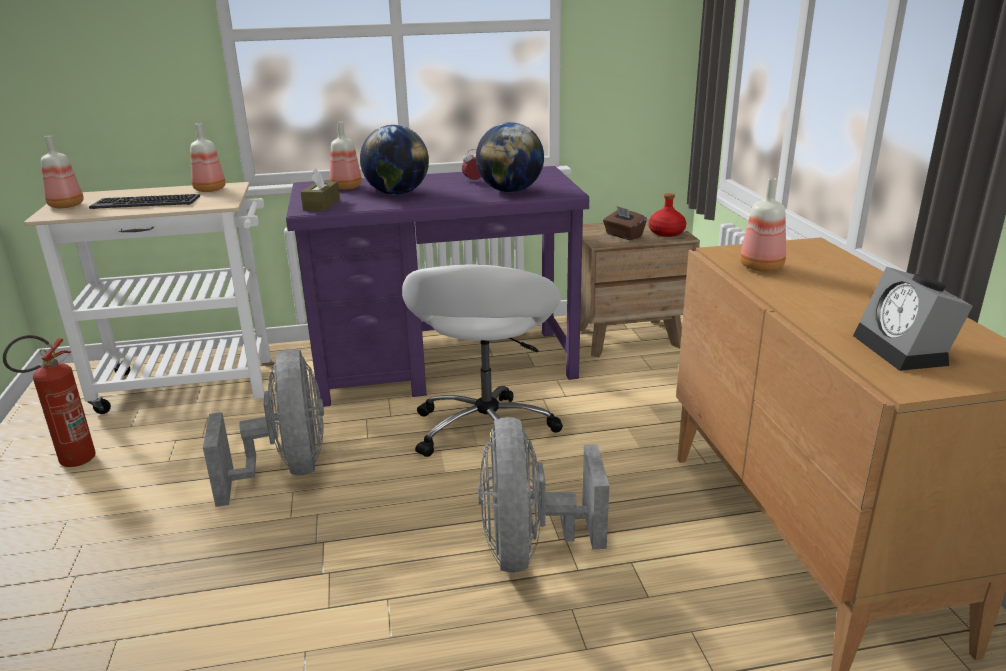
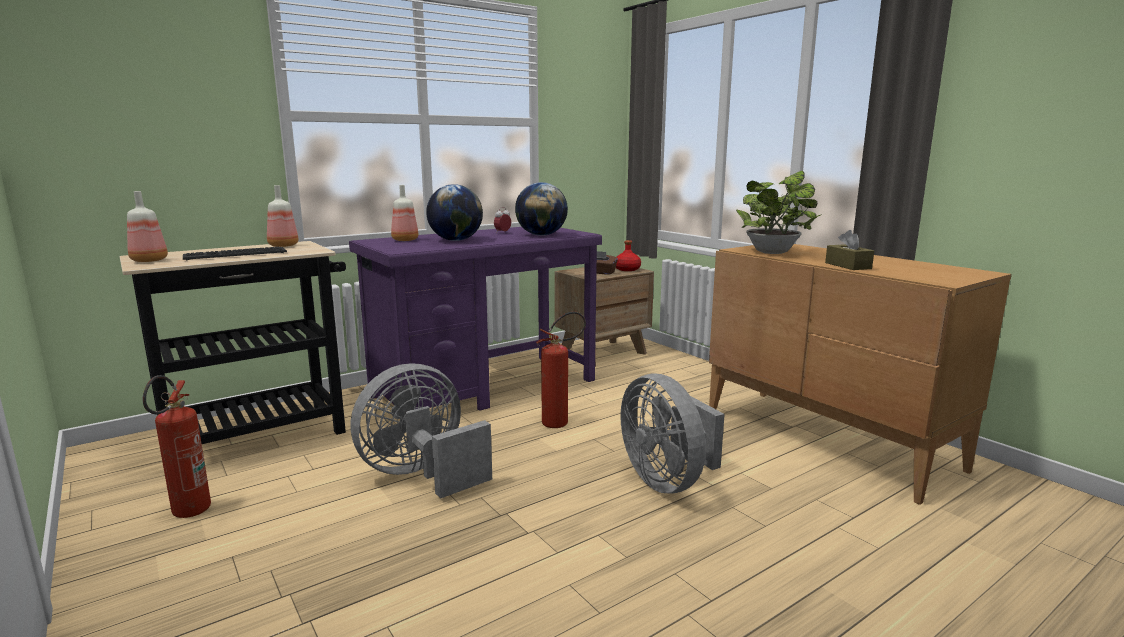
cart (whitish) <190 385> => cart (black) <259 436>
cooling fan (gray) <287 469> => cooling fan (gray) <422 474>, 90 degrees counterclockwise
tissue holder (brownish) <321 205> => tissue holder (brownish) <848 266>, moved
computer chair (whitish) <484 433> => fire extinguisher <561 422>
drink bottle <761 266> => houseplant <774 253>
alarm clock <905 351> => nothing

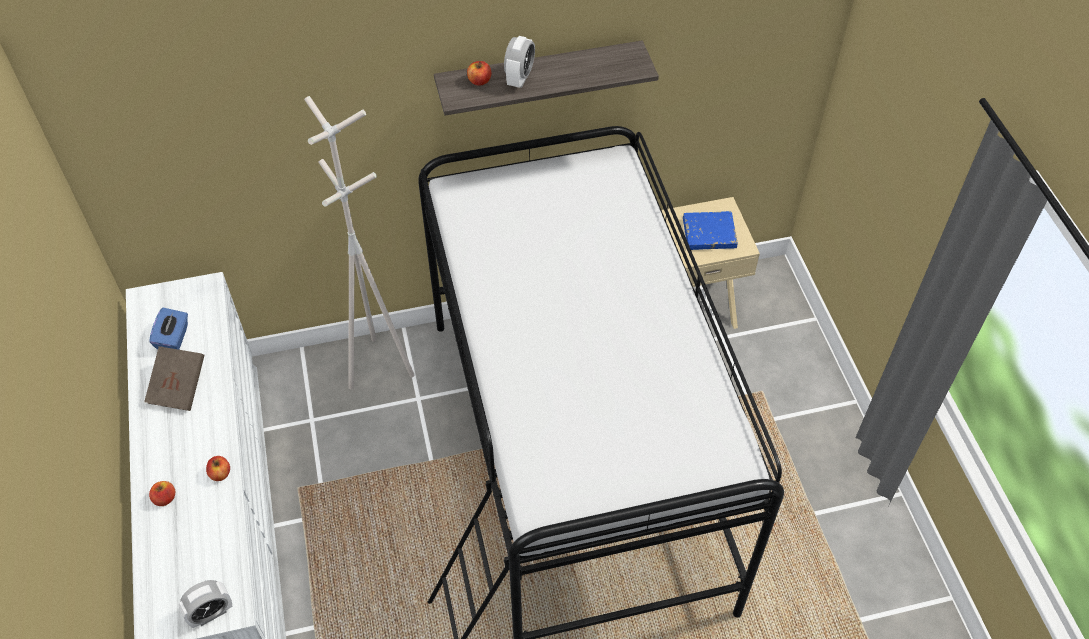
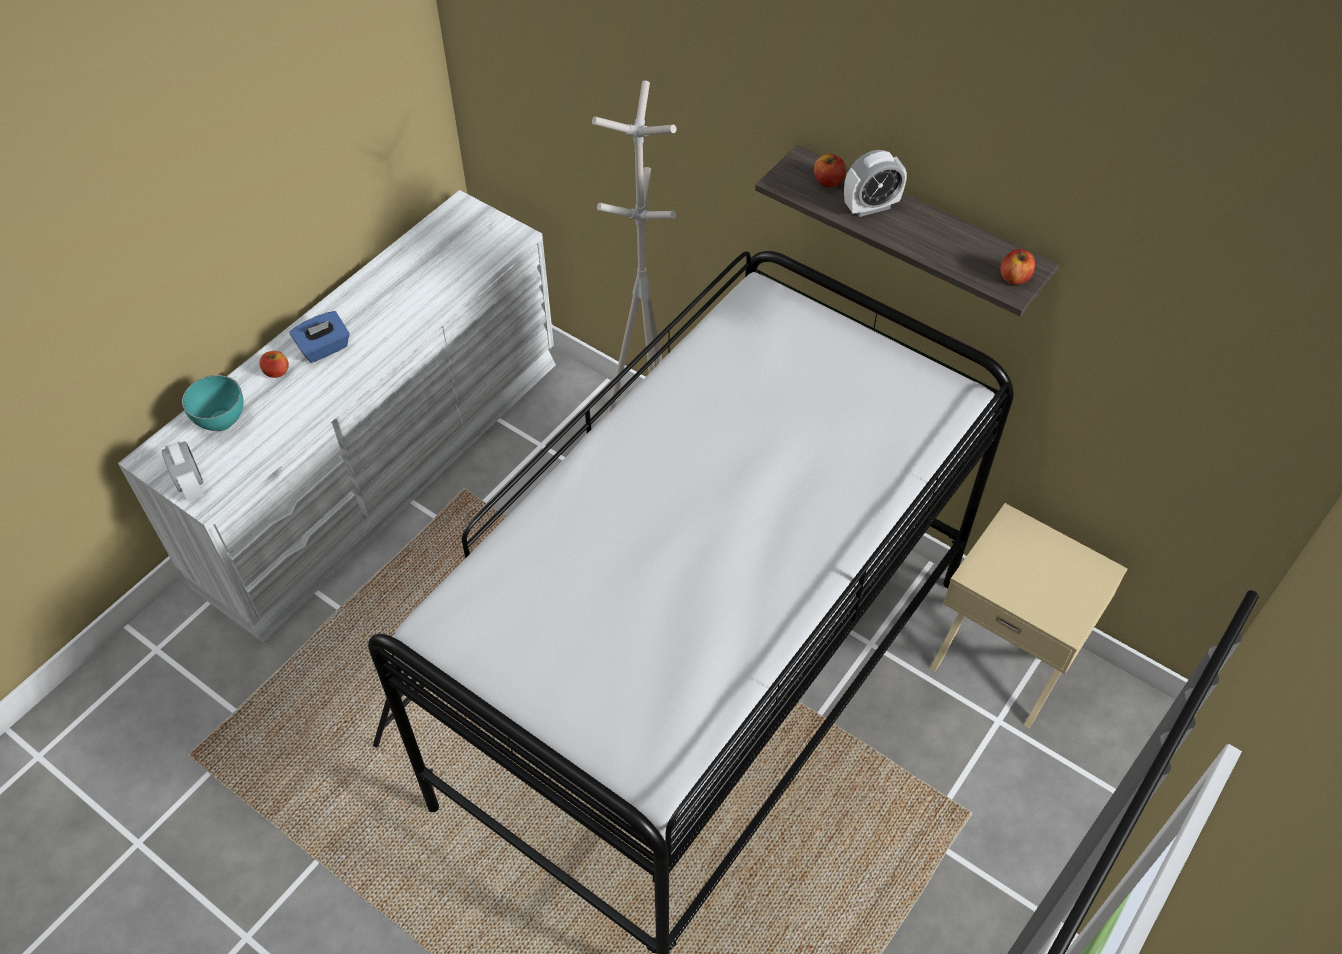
volume (brownish) <179 387> => nothing
tissue holder (bluish) <173 338> => tissue holder (bluish) <324 348>, moved
alarm clock <211 613> => alarm clock <192 486>, 135 degrees counterclockwise
apple <220 473> => apple <1014 278>, moved
volume (bluish) <709 233> => nothing
nothing => bowl (turquoise) <222 424>

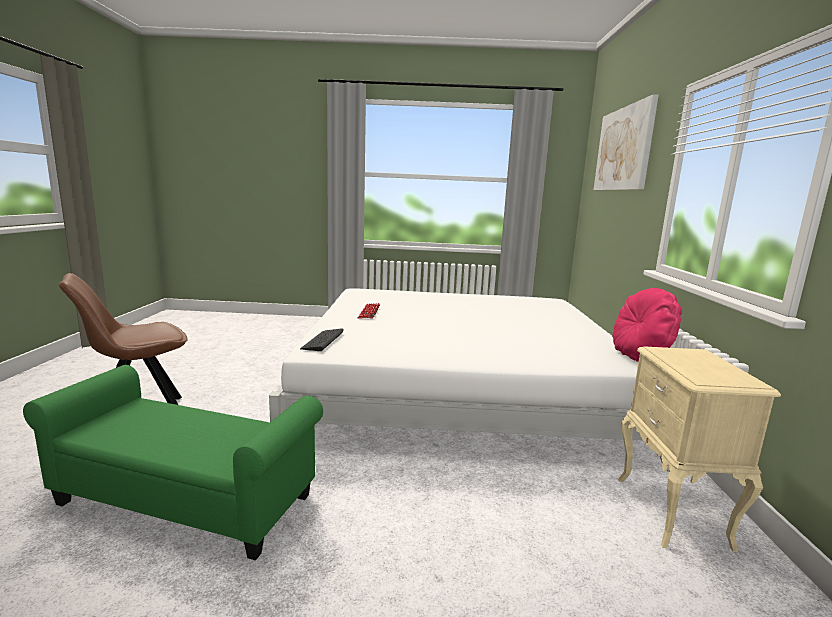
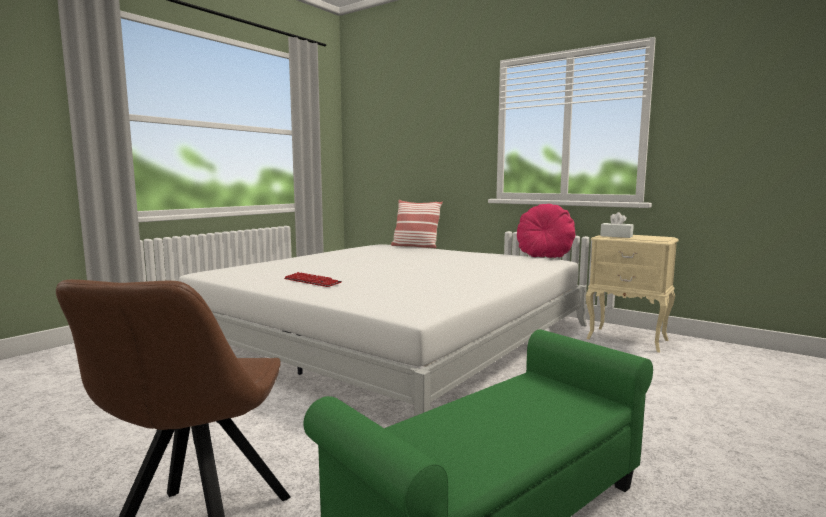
PC keyboard <322 341> => nothing
wall picture <623 149> => nothing
nothing => pillow <415 246>
nothing => tissue holder (whitish) <616 236>

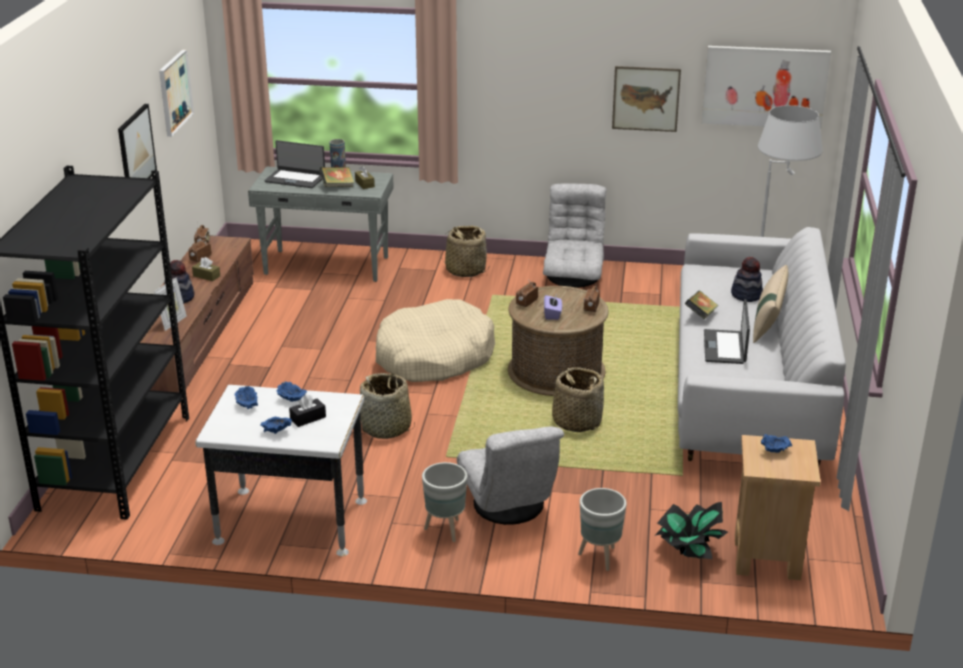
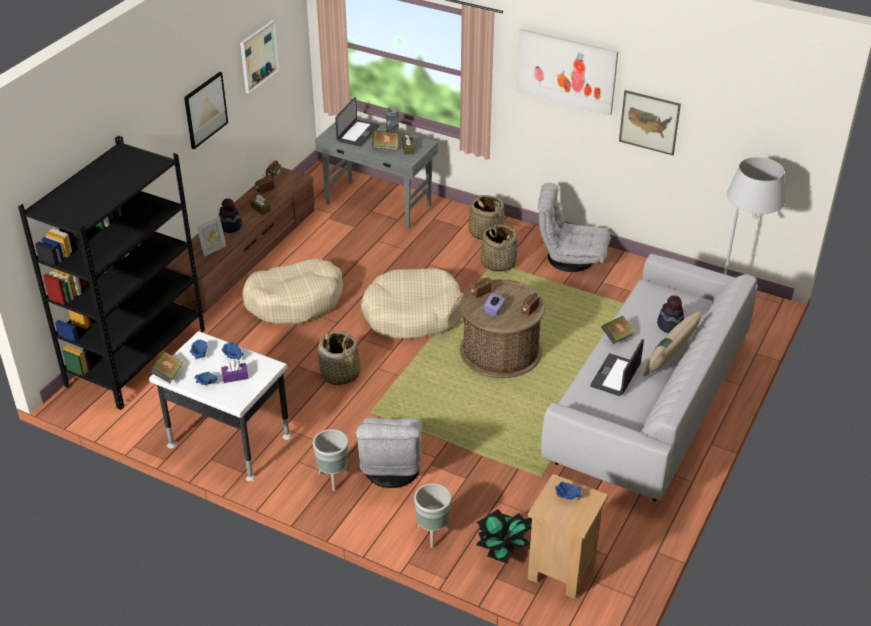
notebook computer <295 179> => notebook computer <357 133>, 105 degrees counterclockwise
tissue holder (black) <308 418> => tissue holder (purplish) <235 376>
easy chair (gray) <574 277> => easy chair (gray) <571 258>, 105 degrees counterclockwise
basket <576 421> => basket <498 263>, moved
wall picture <764 86> => wall picture <566 71>, moved
nothing => volume <168 375>
nothing => dog bed (beige-coloured) <295 301>

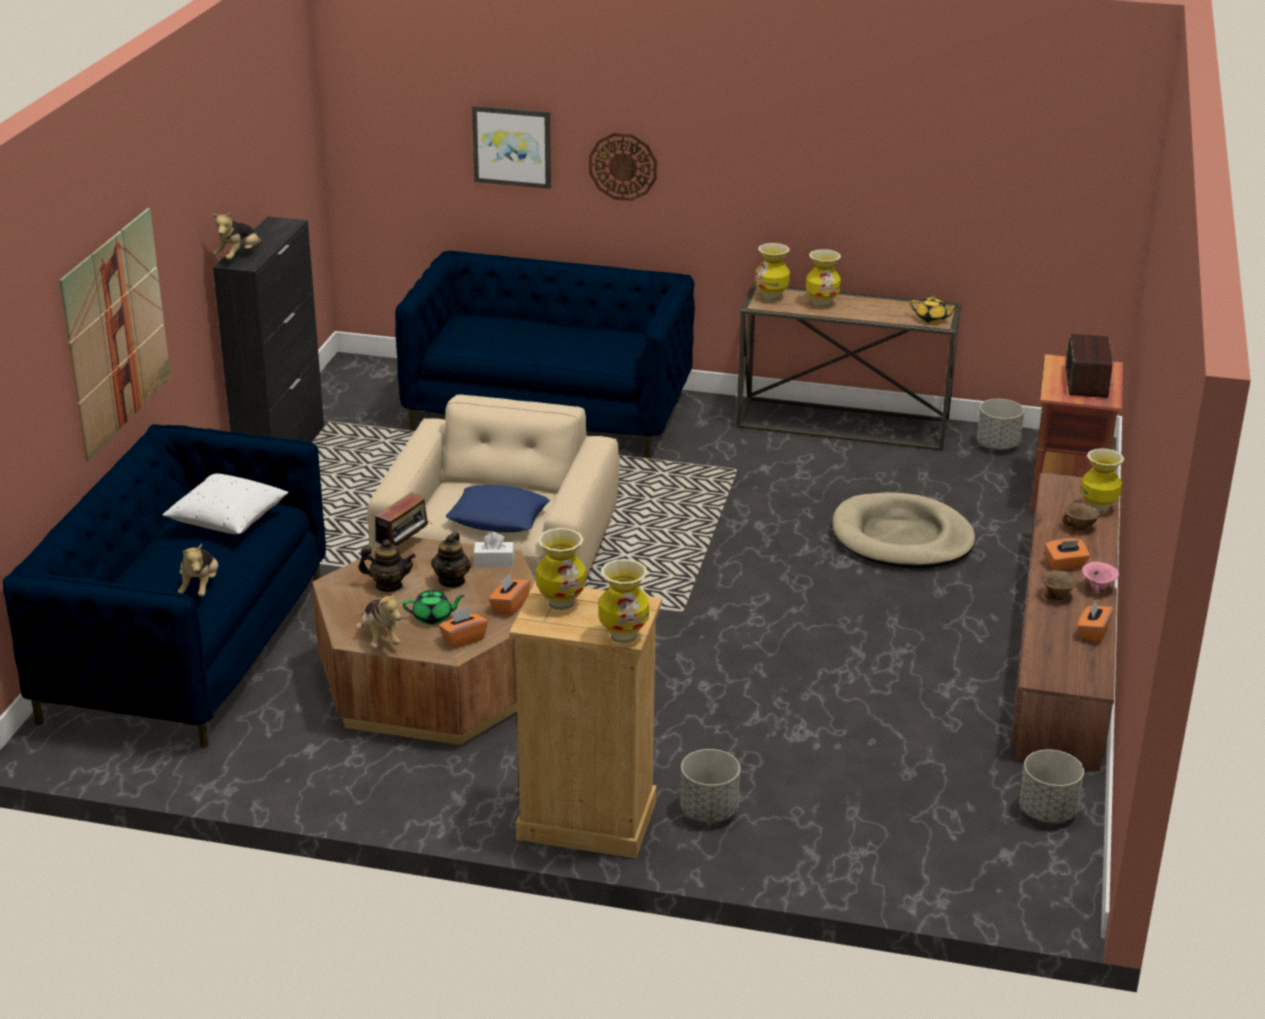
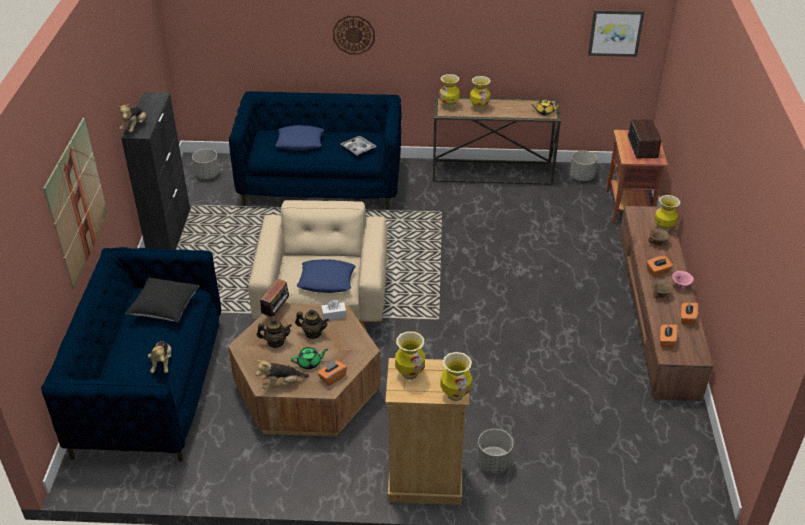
pillow (whitish) <228 520> => pillow (black) <164 308>
plush toy <380 638> => plush toy <281 384>, 105 degrees clockwise
tea pot <452 581> => tea pot <313 333>, 75 degrees counterclockwise
wall picture <512 146> => wall picture <615 32>, moved
tissue holder (orange) <509 606> => tissue holder (orange) <666 341>, moved
dog bed (beige-coloured) <902 538> => nothing
planter (gray) <1047 811> => planter (gray) <207 175>, moved
nothing => pillow (bluish) <300 142>
nothing => tray <358 148>

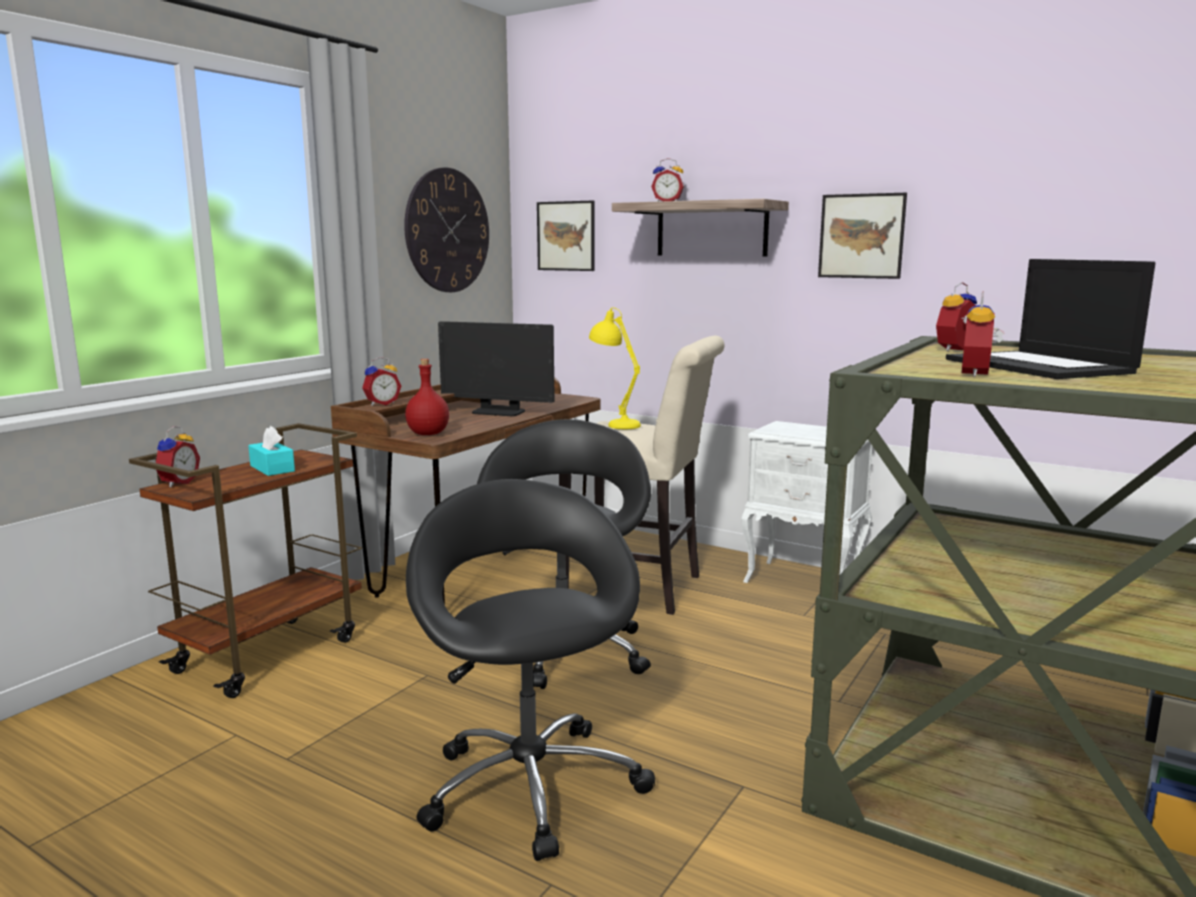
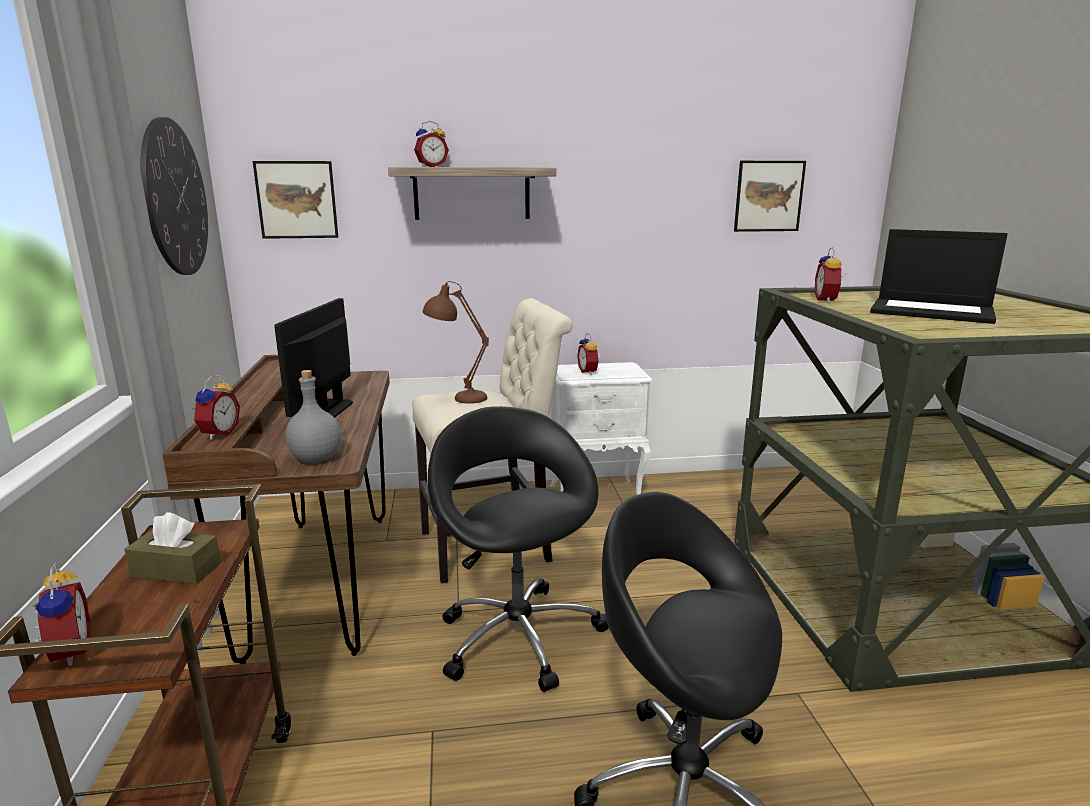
tissue holder (turquoise) <272 468> => tissue holder (brownish) <176 570>
drink bottle (red) <427 434> => drink bottle (gray) <316 459>
monitor <498 412> => monitor <327 409>, 120 degrees clockwise
table lamp (yellow) <615 423> => table lamp (brownish) <457 397>
wall picture <861 236> => wall picture <768 196>, moved
alarm clock <979 374> => alarm clock <589 372>, moved

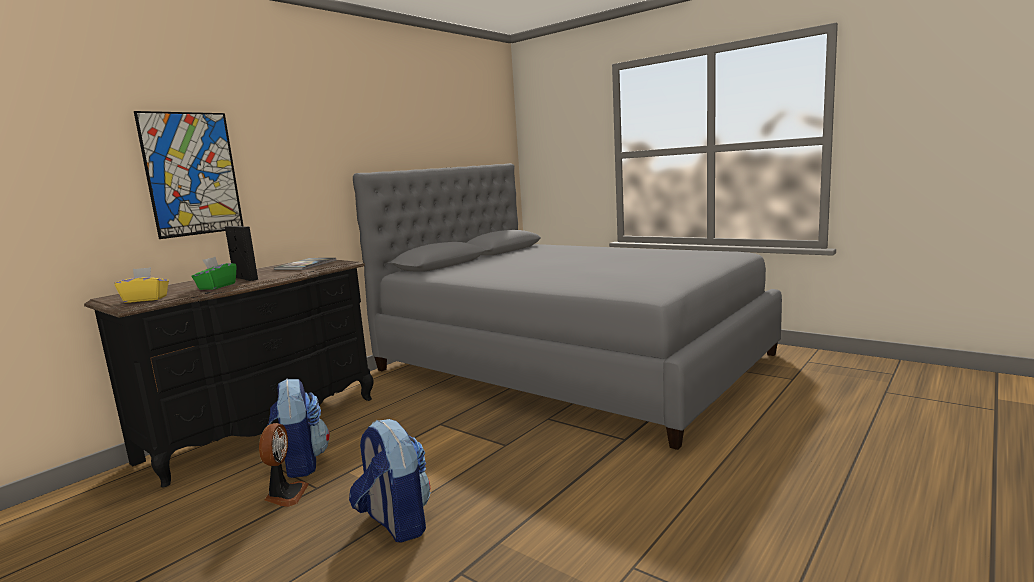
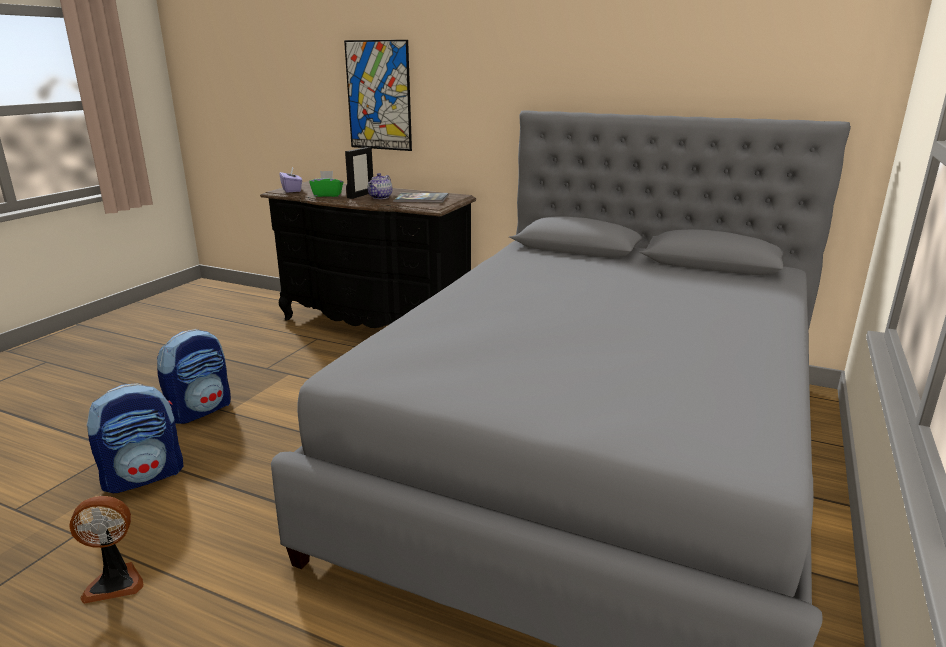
tissue holder (yellow) <146 299> => tissue holder (purplish) <292 190>
cooling fan <285 495> => cooling fan <115 582>, moved
knapsack <300 463> => knapsack <144 476>, moved
nothing => tea pot <380 197>

